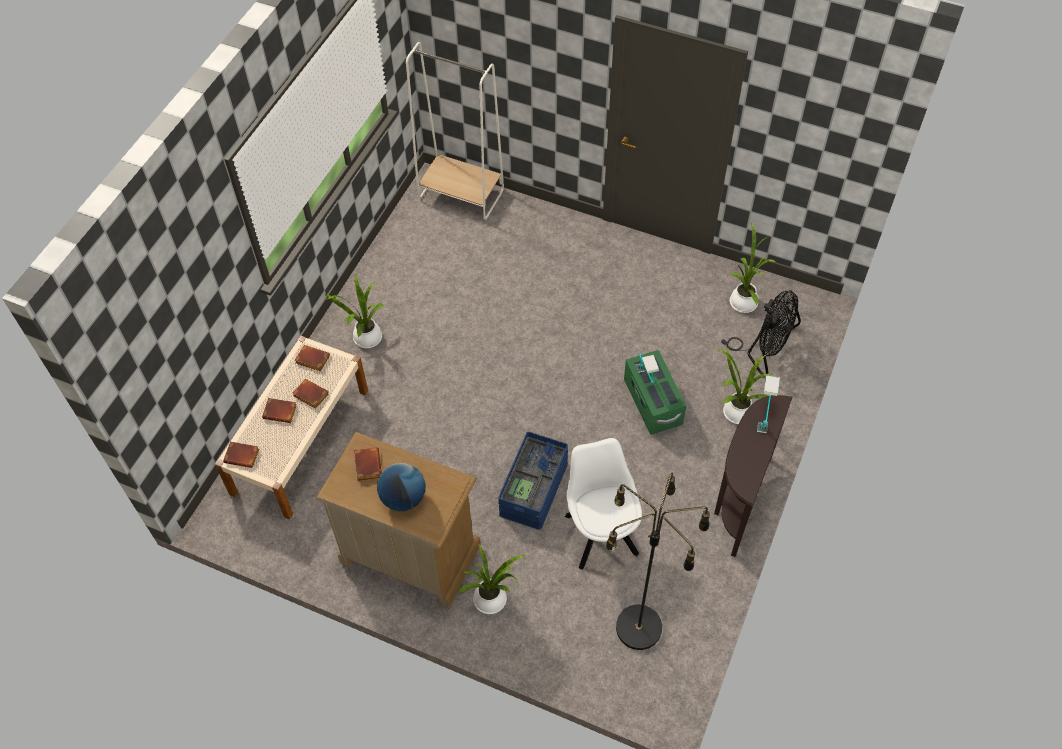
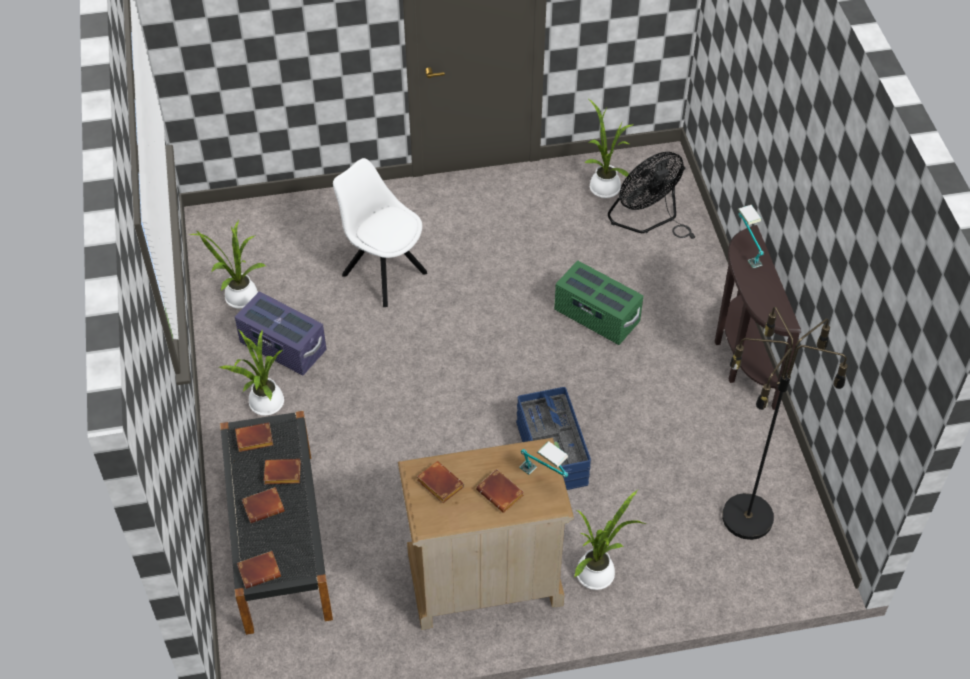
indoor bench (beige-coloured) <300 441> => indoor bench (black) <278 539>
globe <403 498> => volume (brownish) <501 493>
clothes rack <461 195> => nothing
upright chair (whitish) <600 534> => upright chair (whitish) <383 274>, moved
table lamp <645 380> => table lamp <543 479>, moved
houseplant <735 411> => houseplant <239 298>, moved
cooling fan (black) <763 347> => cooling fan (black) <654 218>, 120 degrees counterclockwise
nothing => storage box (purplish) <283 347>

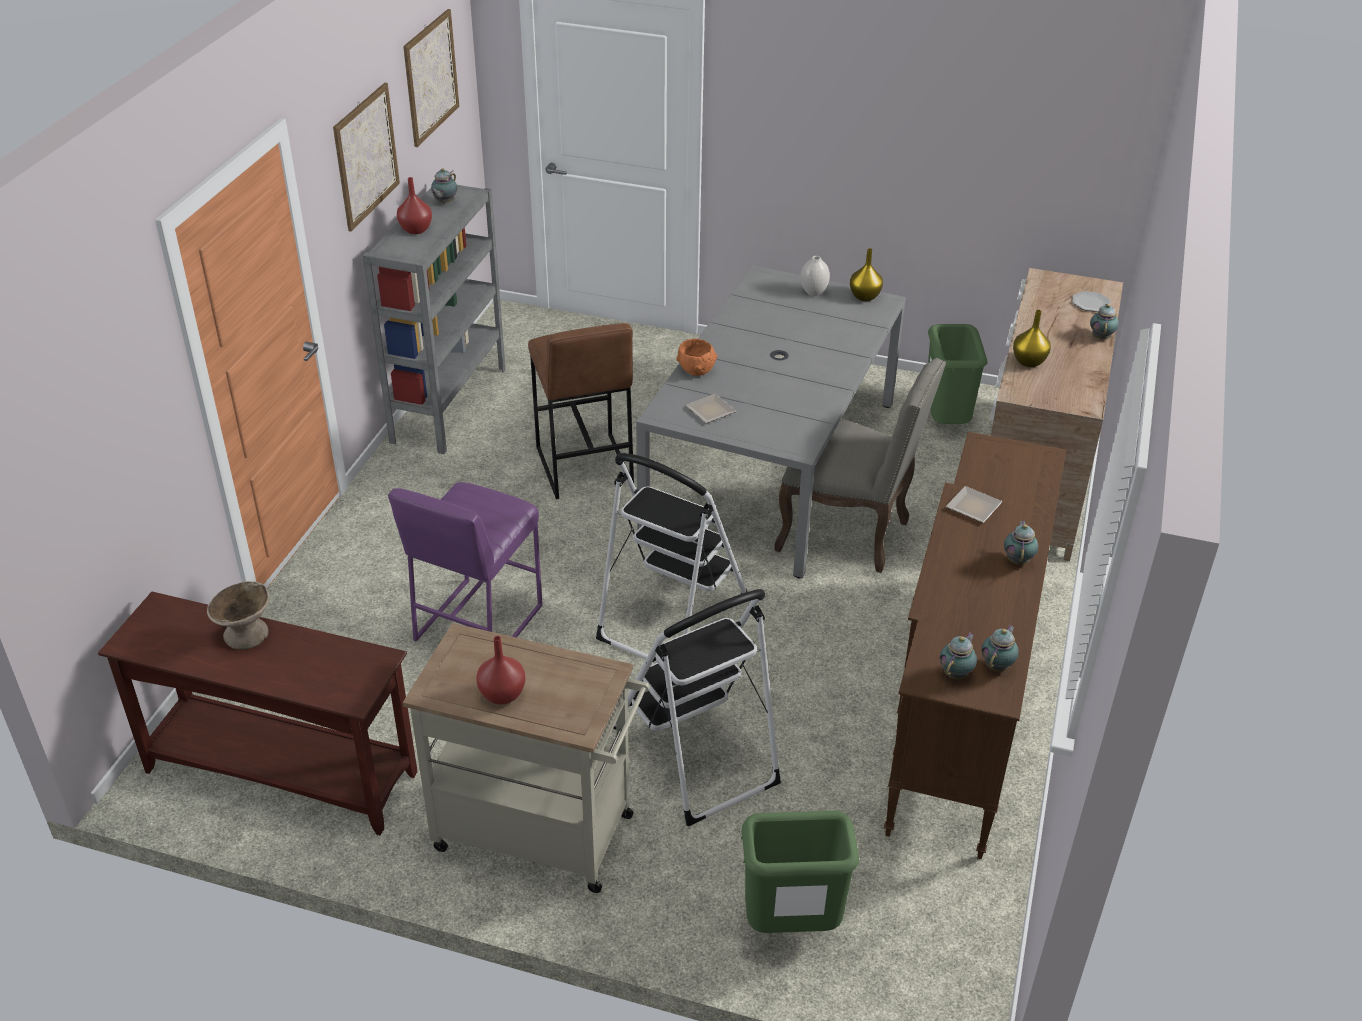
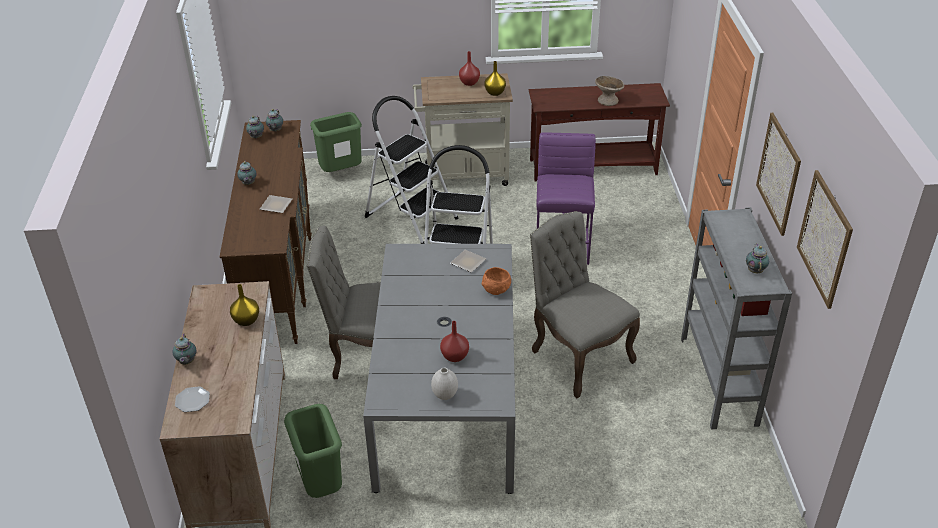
vase (red) <415 229> => vase (red) <455 356>, moved
stool (brownish) <584 467> => upright chair (gray) <578 357>
vase (yellow) <864 296> => vase (yellow) <495 93>, moved

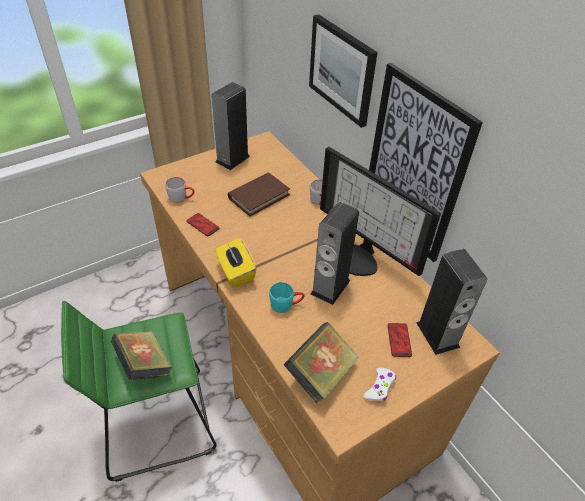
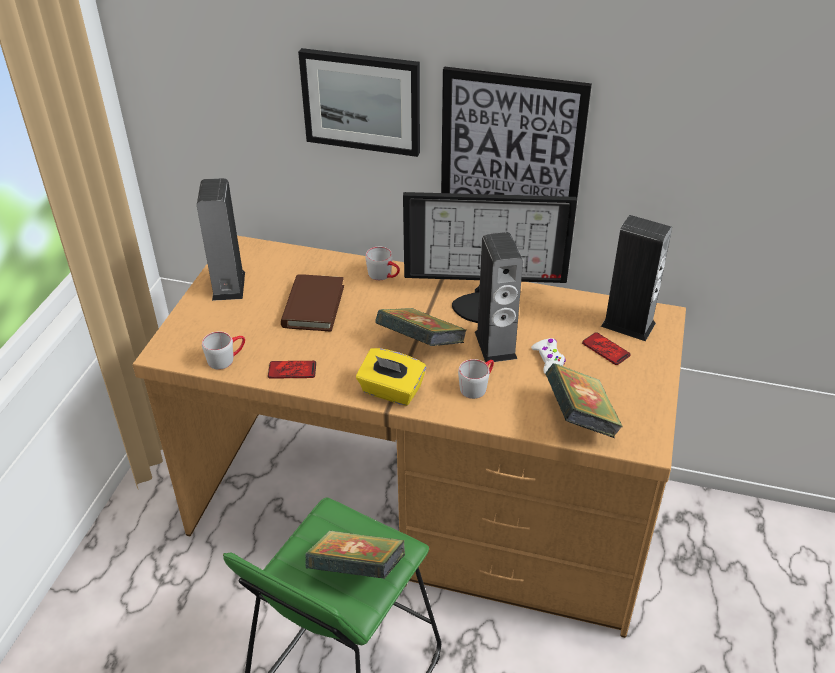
coffee mug (turquoise) <286 304> => coffee mug (gray) <477 386>
game controller (whitish) <380 387> => game controller (whitish) <548 359>, moved
nothing => volume <420 345>

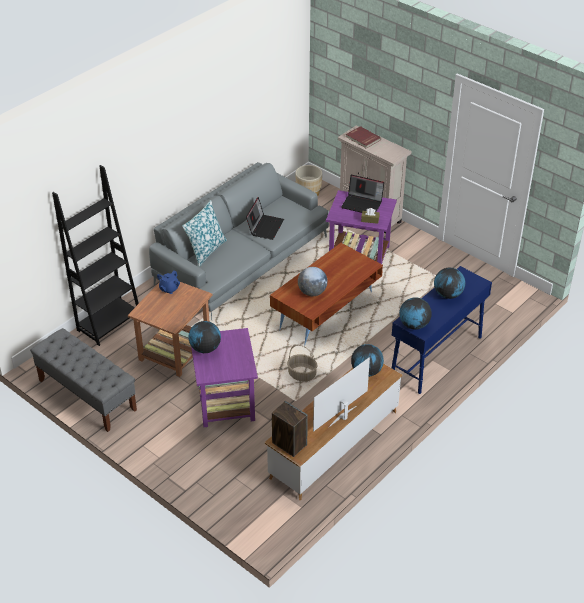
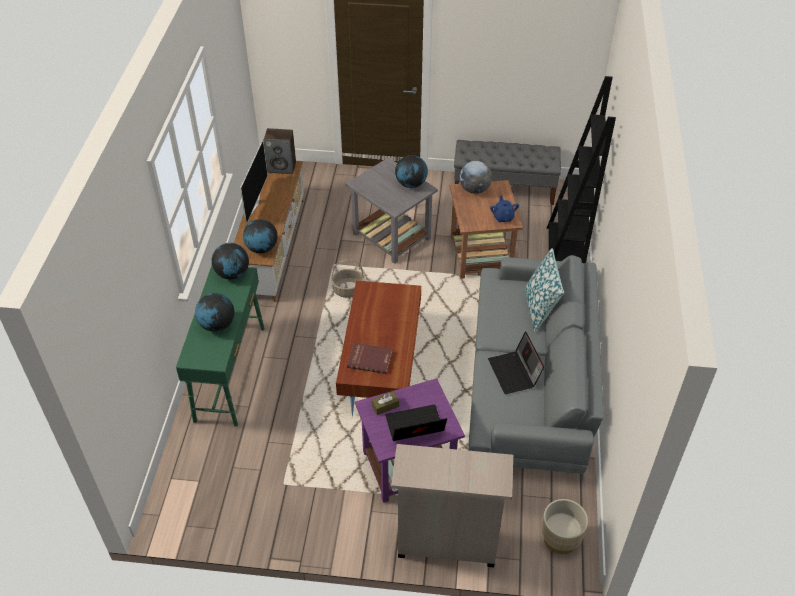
side table (purplish) <225 401> => side table (gray) <392 236>
globe <312 292> => globe <474 189>, moved
volume (red) <362 138> => volume (red) <370 359>, moved
narrow table (bluish) <435 356> => narrow table (green-coloured) <231 373>

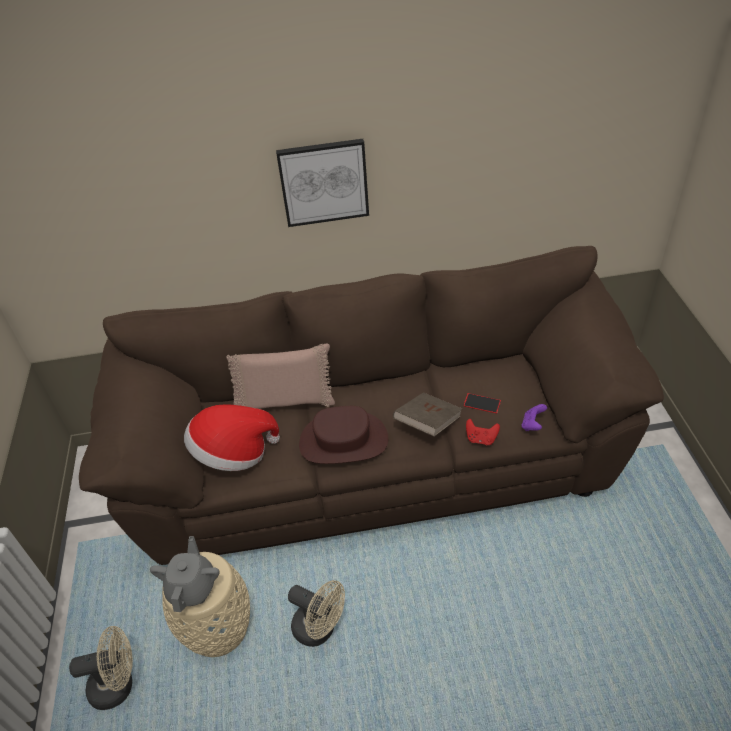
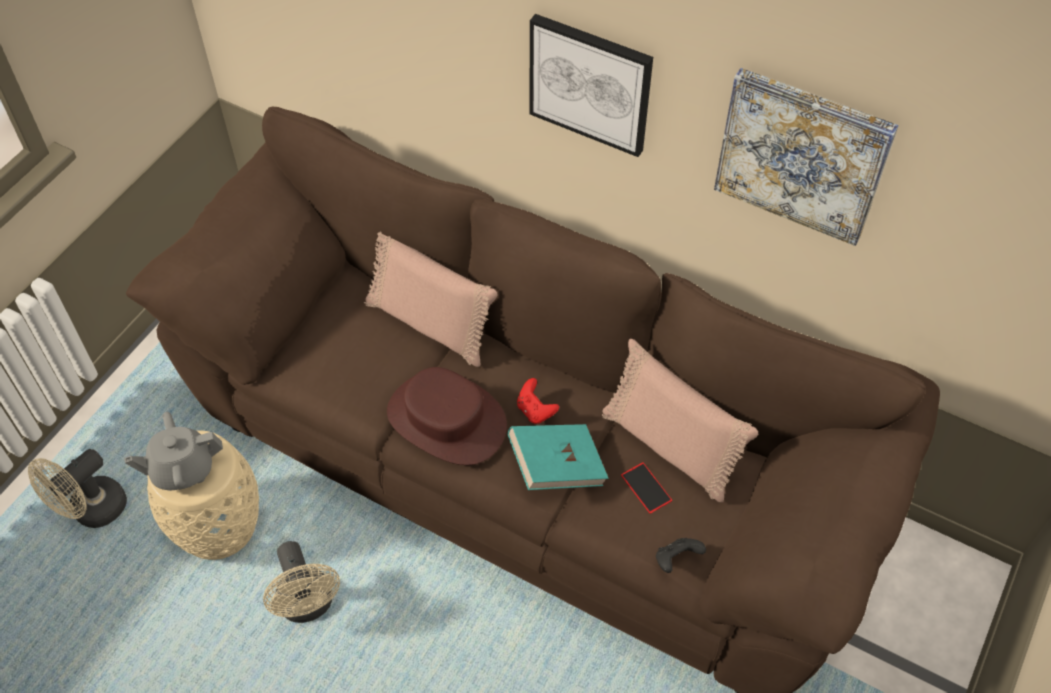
cooling fan (beige-coloured) <119 685> => cooling fan (beige-coloured) <92 511>, 105 degrees clockwise
tea pot (gray) <192 587> => tea pot (gray) <182 470>, 150 degrees counterclockwise
hat <234 453> => nothing
volume (brownish) <427 424> => volume (turquoise) <556 467>
game controller (red) <481 439> => game controller (red) <535 411>, moved
game controller (purplish) <532 425> => game controller (black) <676 560>
nothing => pillow (beige-coloured) <670 447>
nothing => wall picture <802 155>

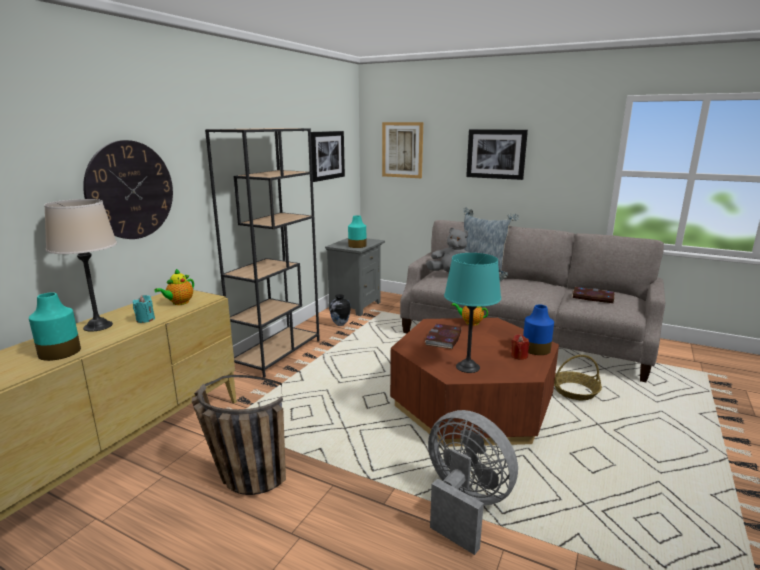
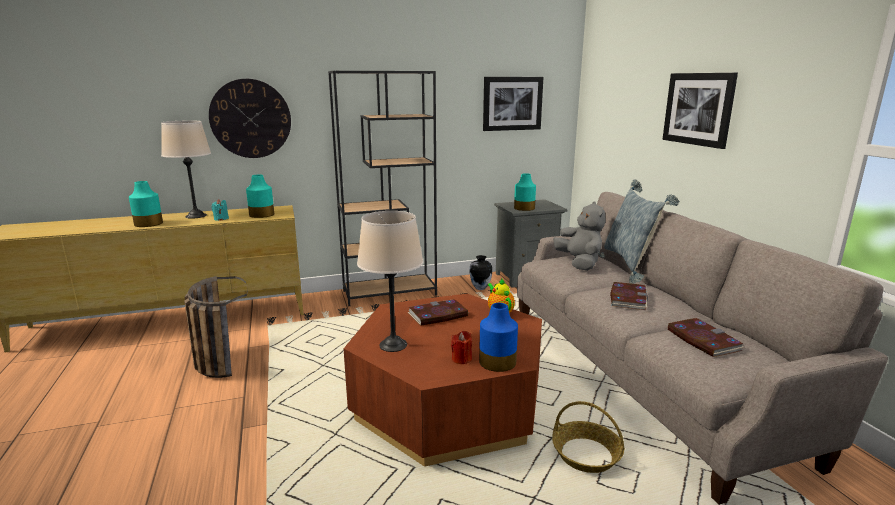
tea pot <179 303> => vase (turquoise) <262 214>
wall picture <402 150> => nothing
cooling fan (gray) <464 505> => nothing
table lamp (turquoise) <468 367> => table lamp (beige-coloured) <393 345>
nothing => volume <628 298>

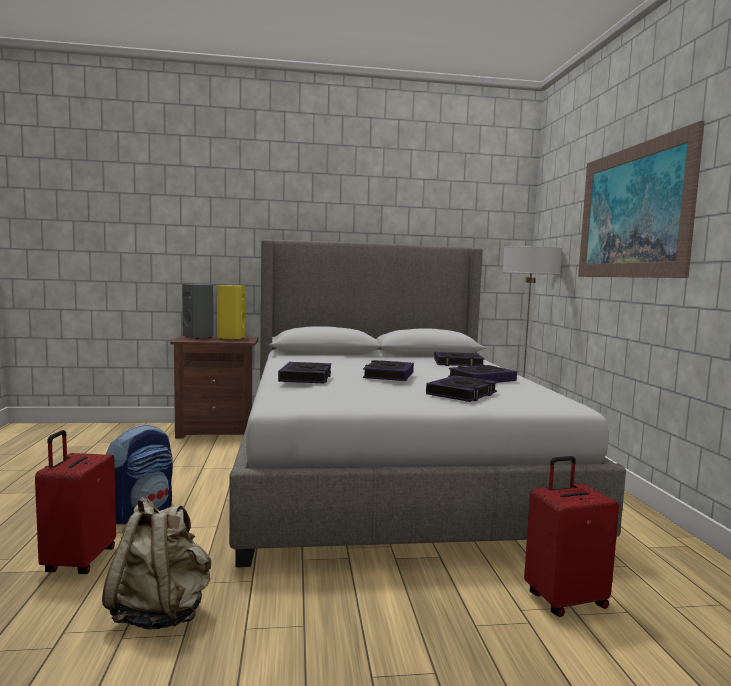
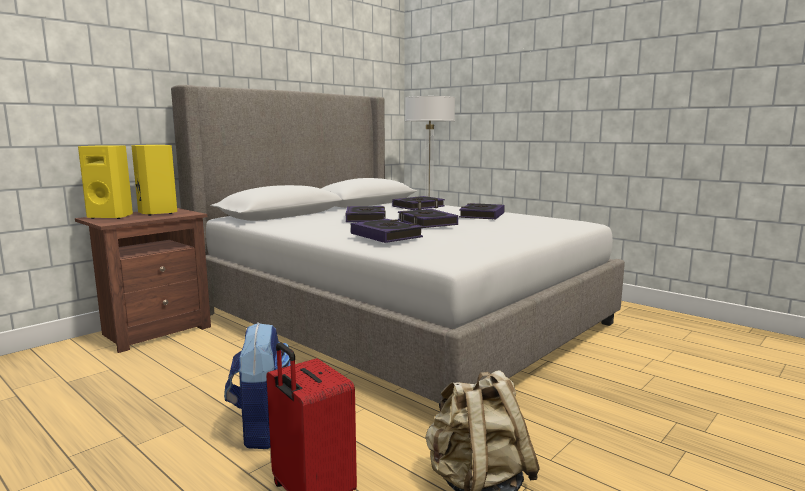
speaker (gray) <199 337> => speaker (yellow) <111 217>
volume <462 394> => volume <365 218>, moved
suitcase (red) <565 599> => nothing
wall picture <632 212> => nothing

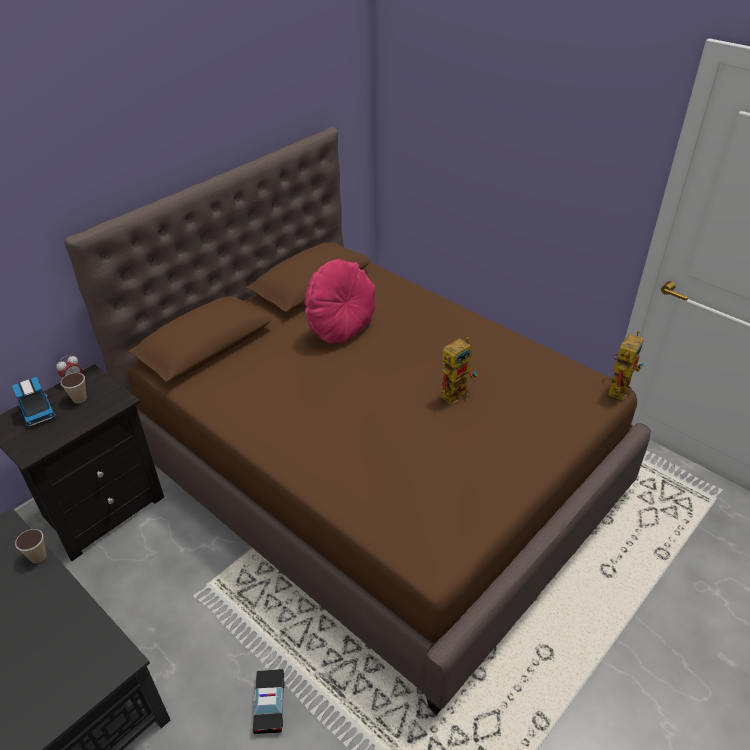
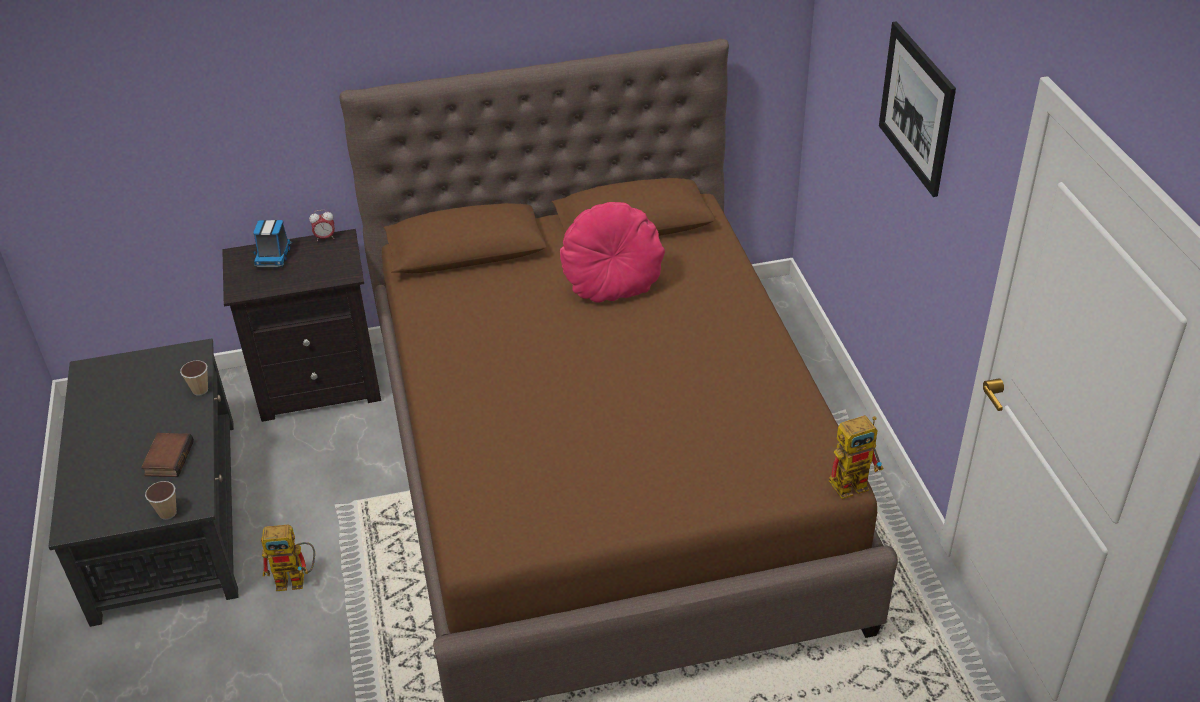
cup <79 398> => cup <168 513>, moved
model car <269 704> => nothing
robot figure <456 392> => robot figure <297 579>, moved
nothing => volume <168 458>
nothing => wall picture <916 108>

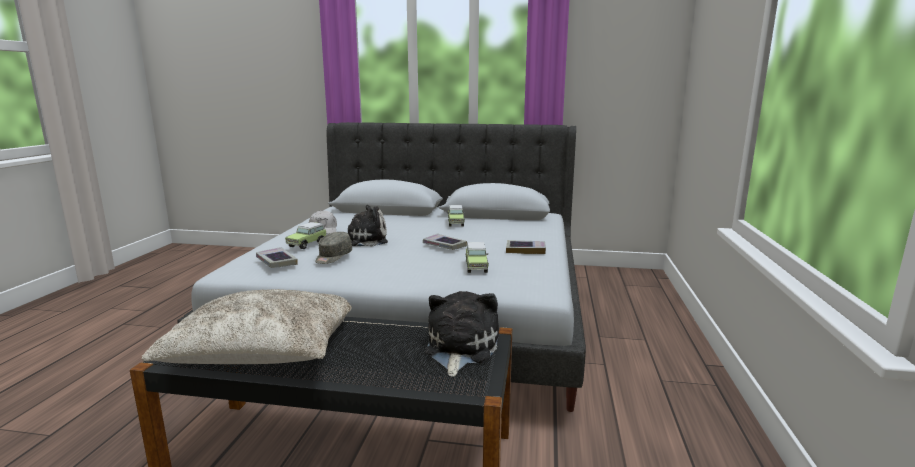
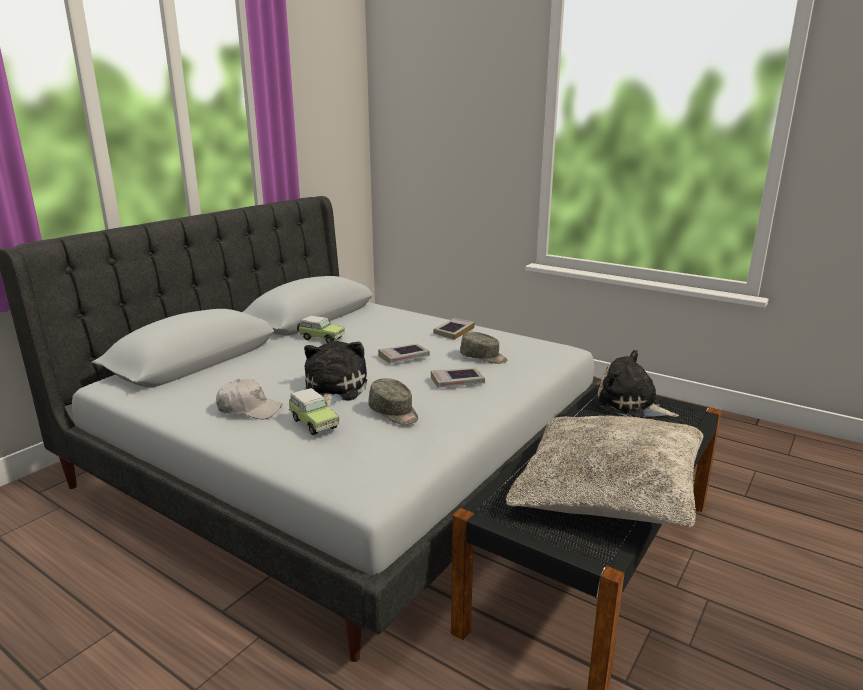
volume <276 262> => volume <457 382>, moved
model car <476 267> => baseball cap (gray) <483 357>

